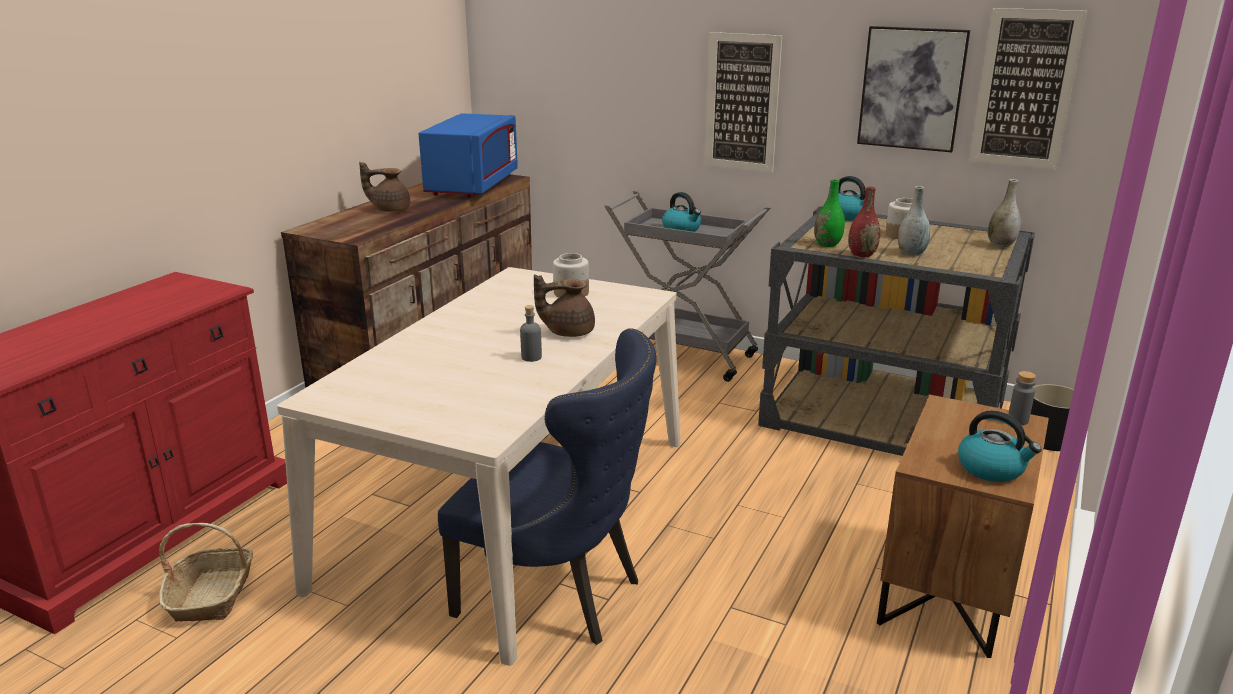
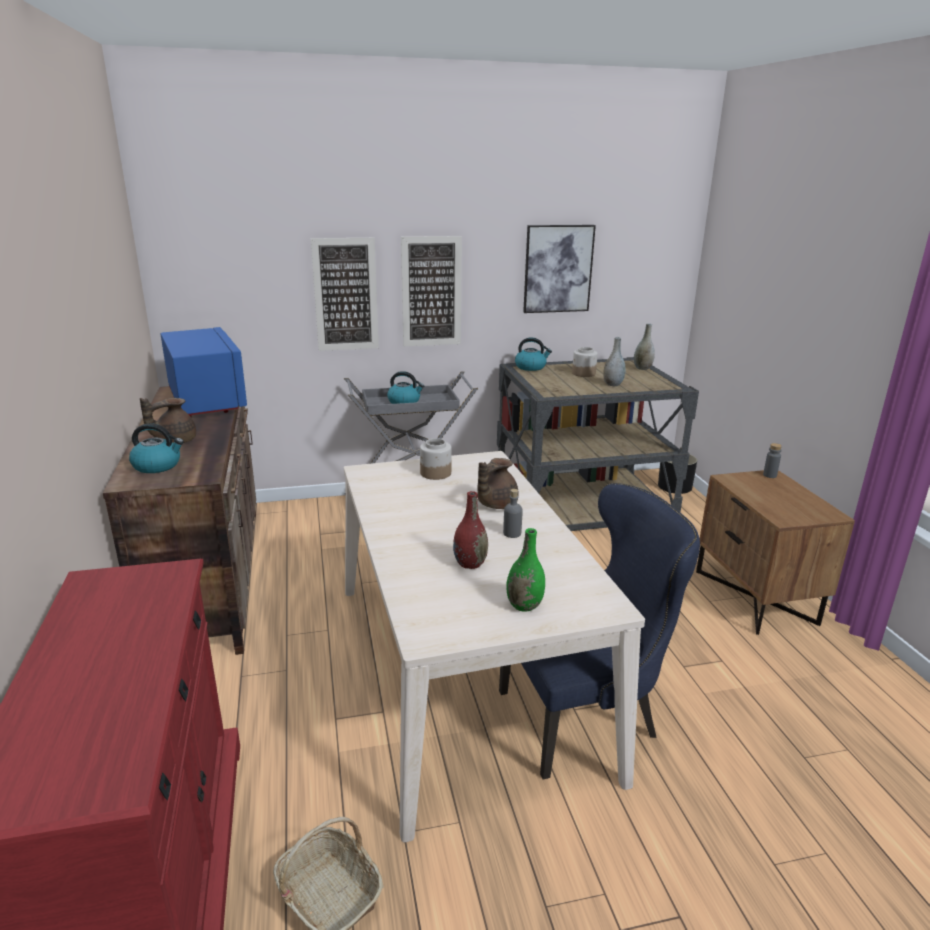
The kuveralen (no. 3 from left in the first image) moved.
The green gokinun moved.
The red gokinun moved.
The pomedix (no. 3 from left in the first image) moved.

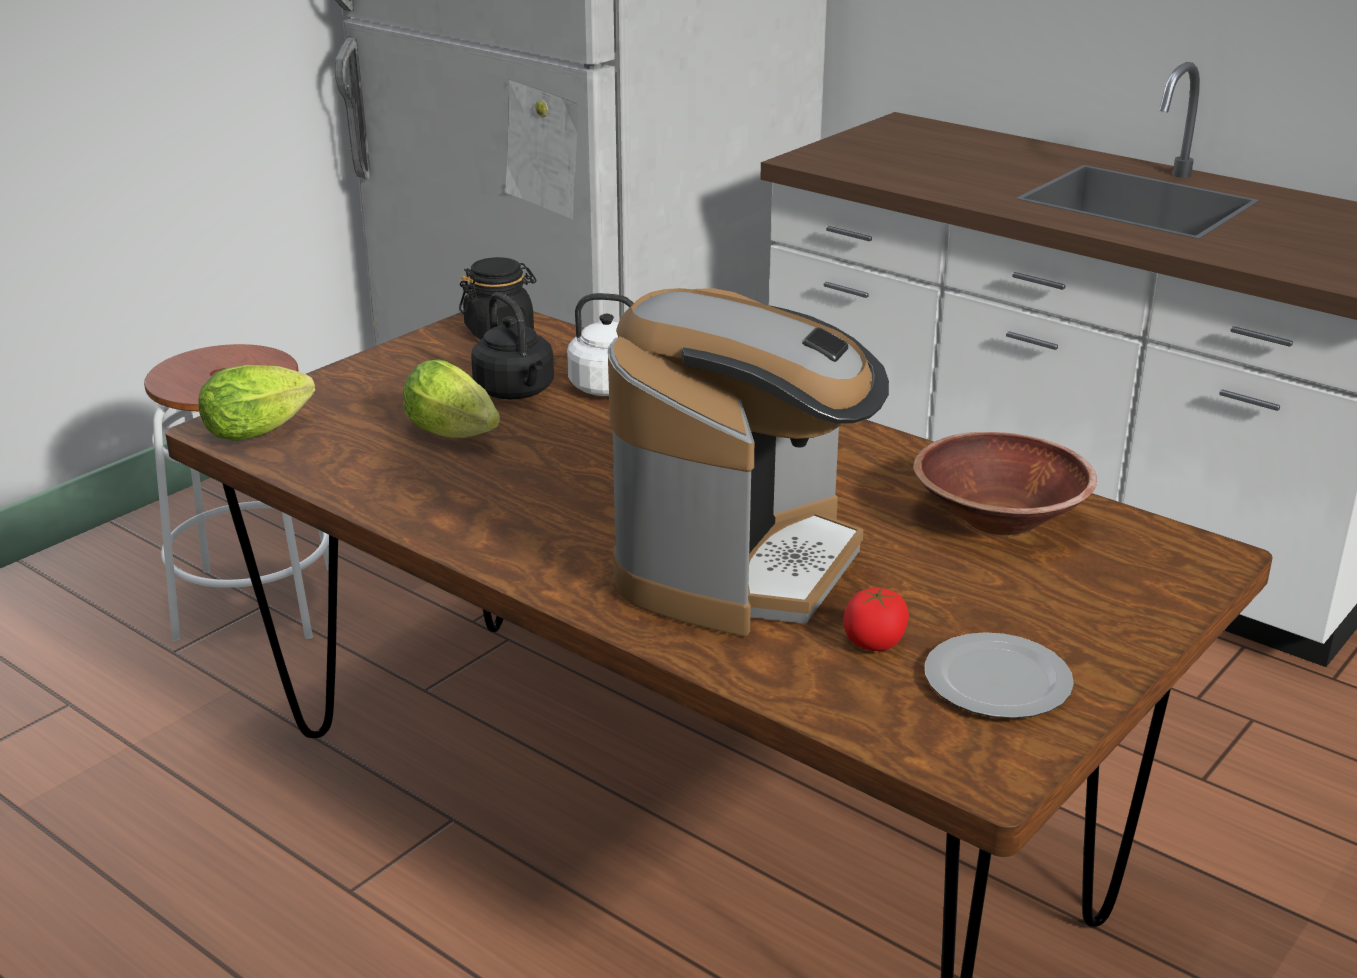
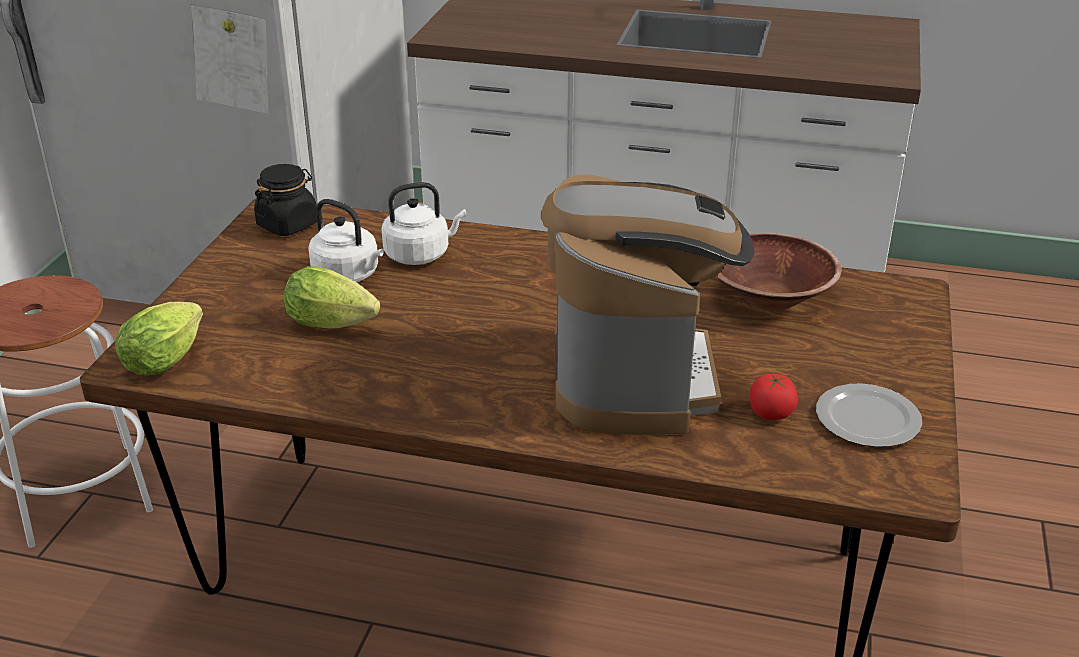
The black pomedix became the white pomedix (no. 1 from left).

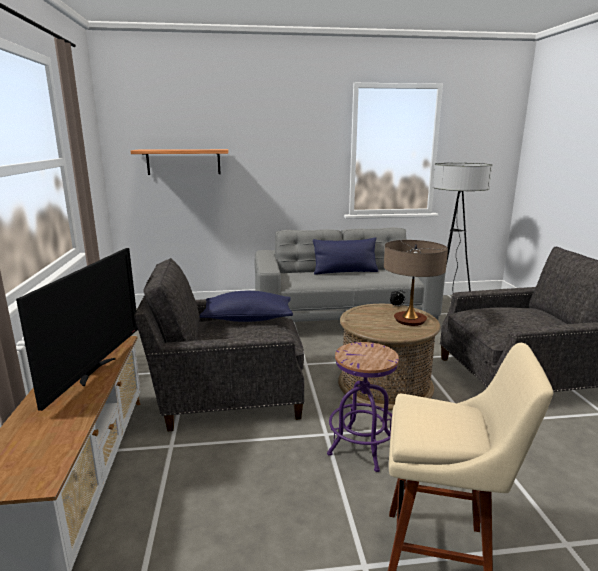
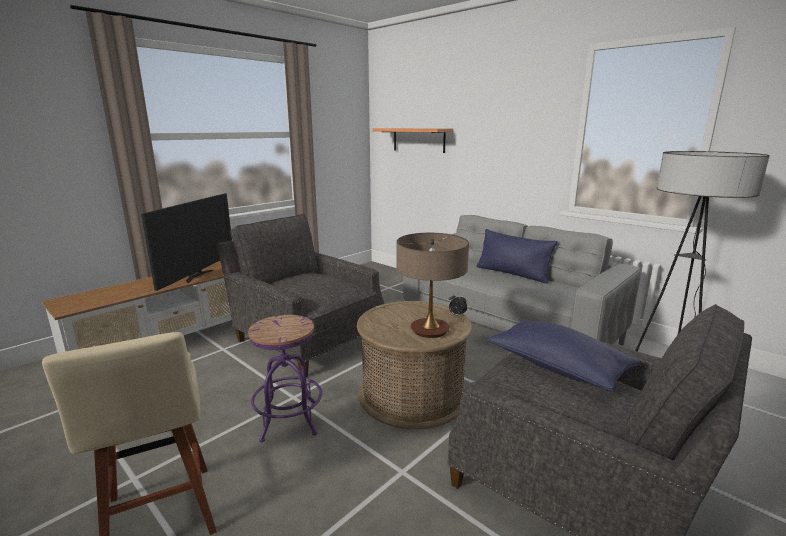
The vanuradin turned 45 degrees counterclockwise.
The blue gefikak (no. 1 from left in the first image) moved.

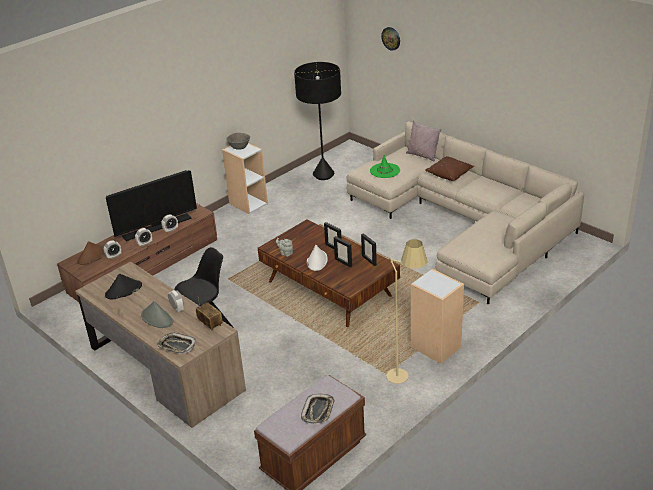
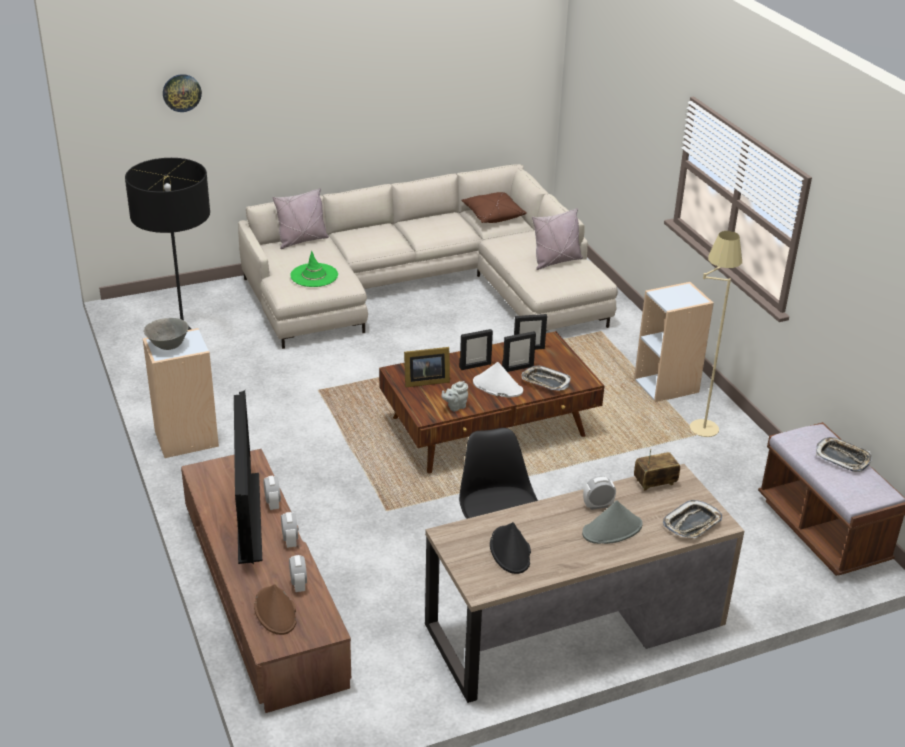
The brown gefikak moved.
The purple gefikak (no. 2 from left) appeared.
The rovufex (no. 1 from left) appeared.
The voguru (no. 1 from left) appeared.

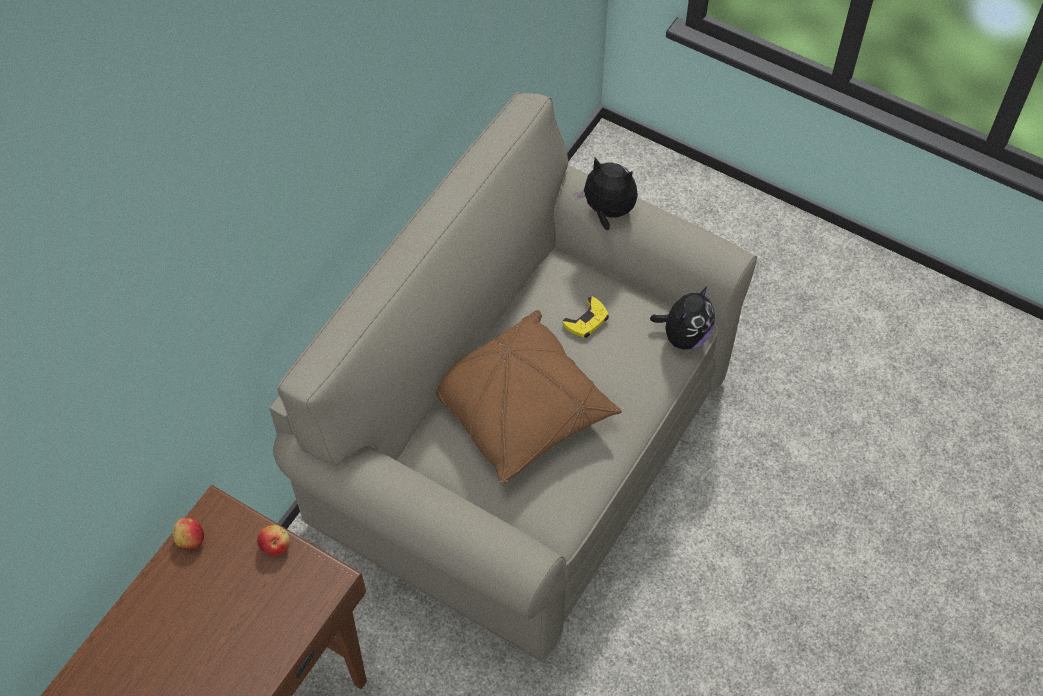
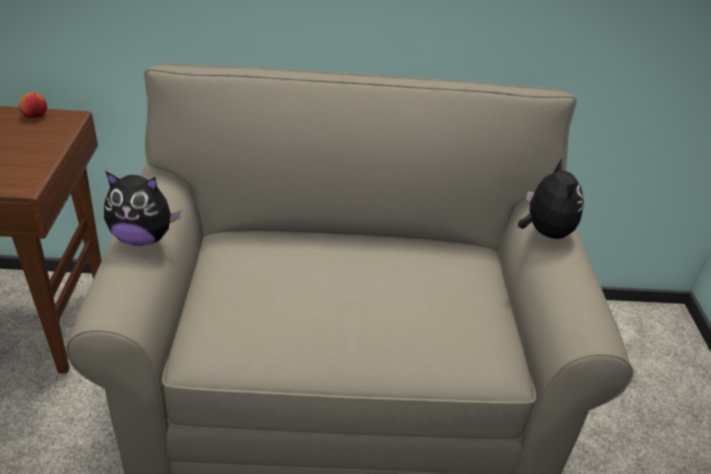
The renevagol (no. 2 from left in the first image) moved.
The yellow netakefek disappeared.
The brown gefikak disappeared.
The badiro (no. 2 from left) disappeared.

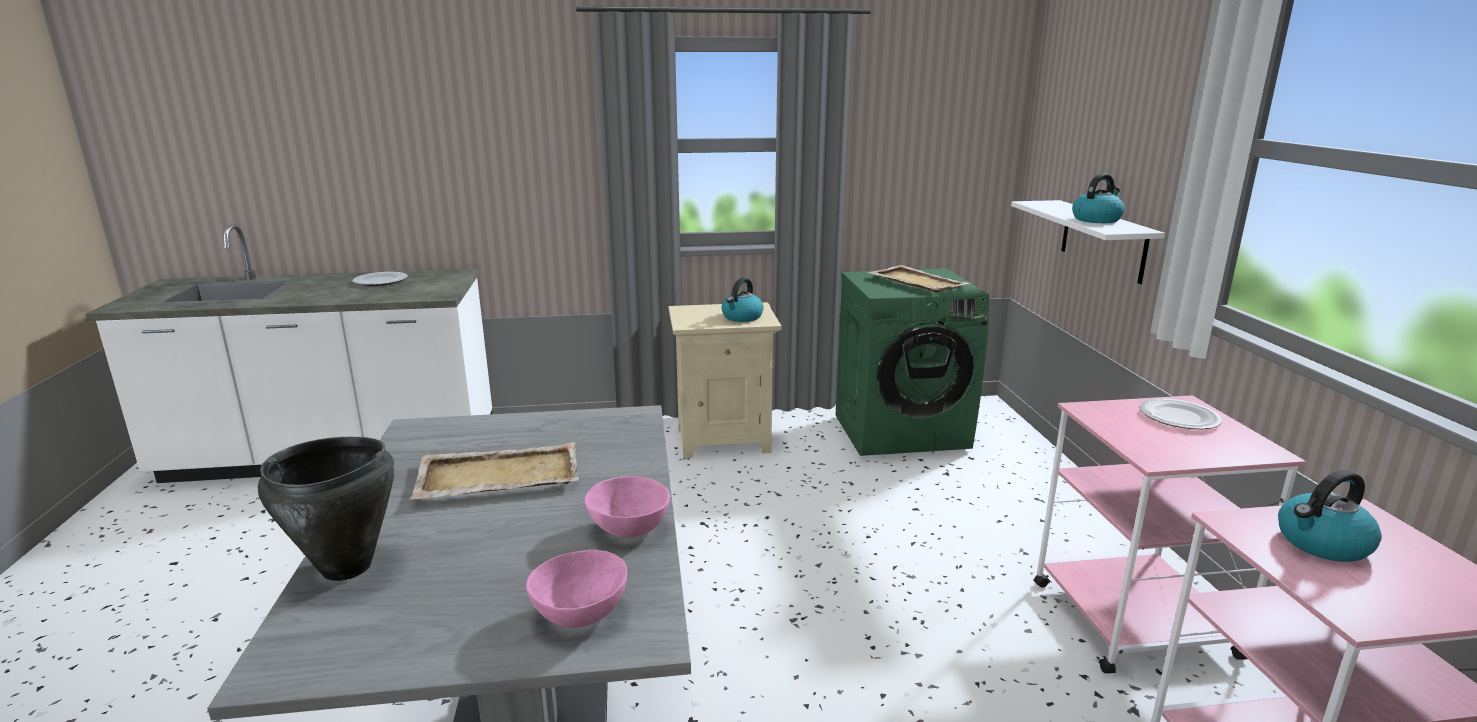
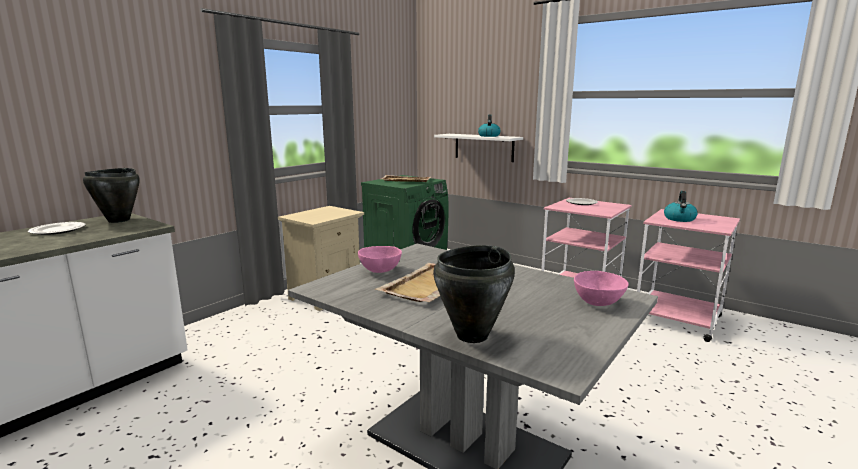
The pomedix (no. 1 from left) disappeared.
The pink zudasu (no. 2 from left in the first image) moved.
The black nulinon (no. 1 from left) appeared.

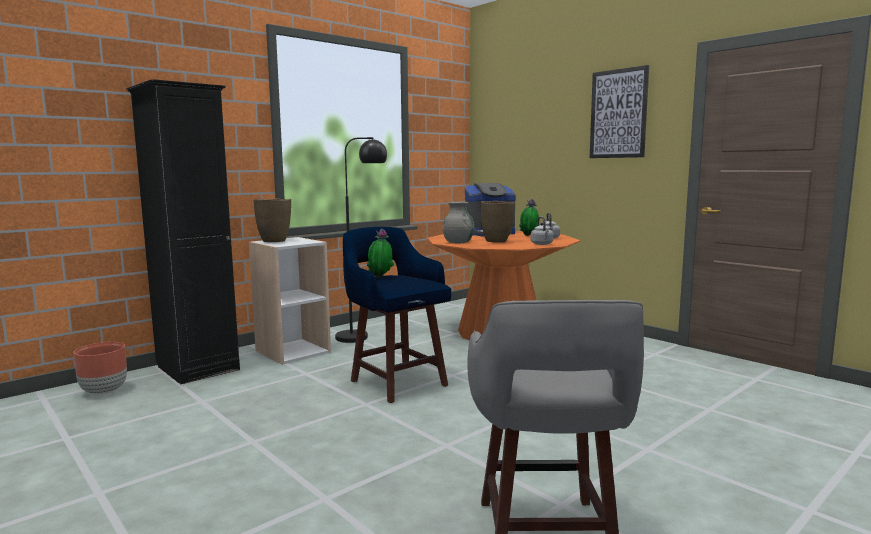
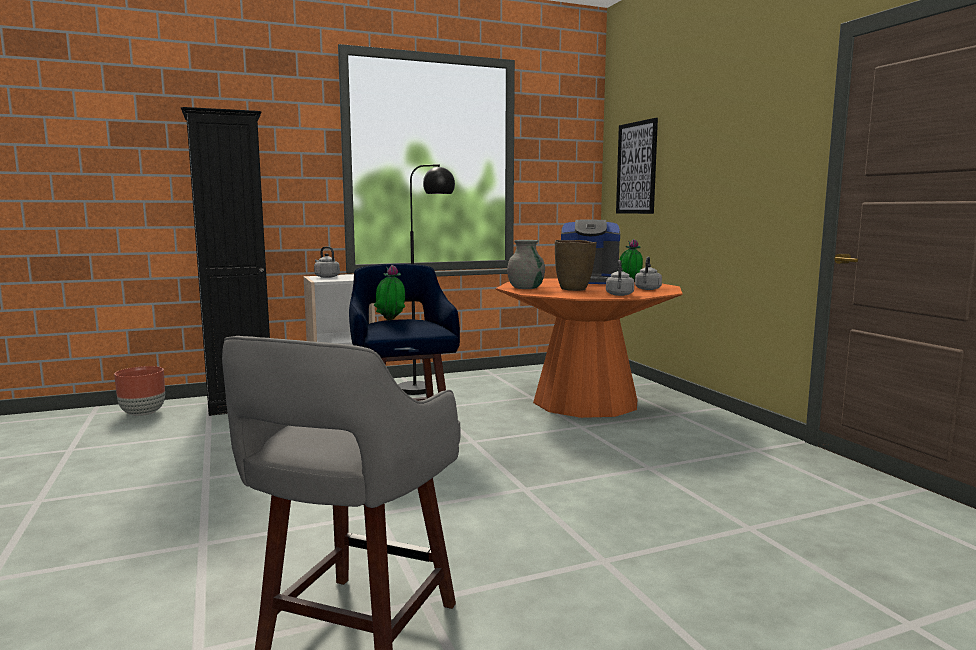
The kuveralen moved.
The brown gokinun (no. 1 from left) was replaced by the grey pomedix (no. 1 from left).

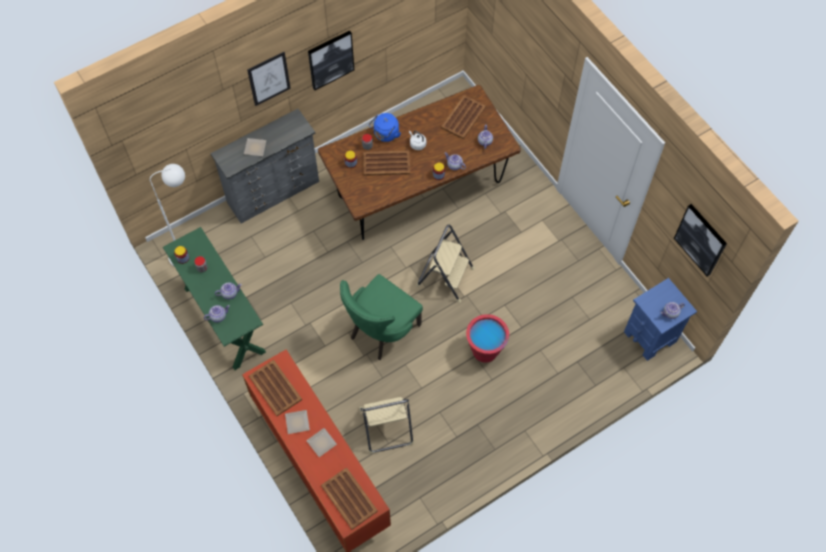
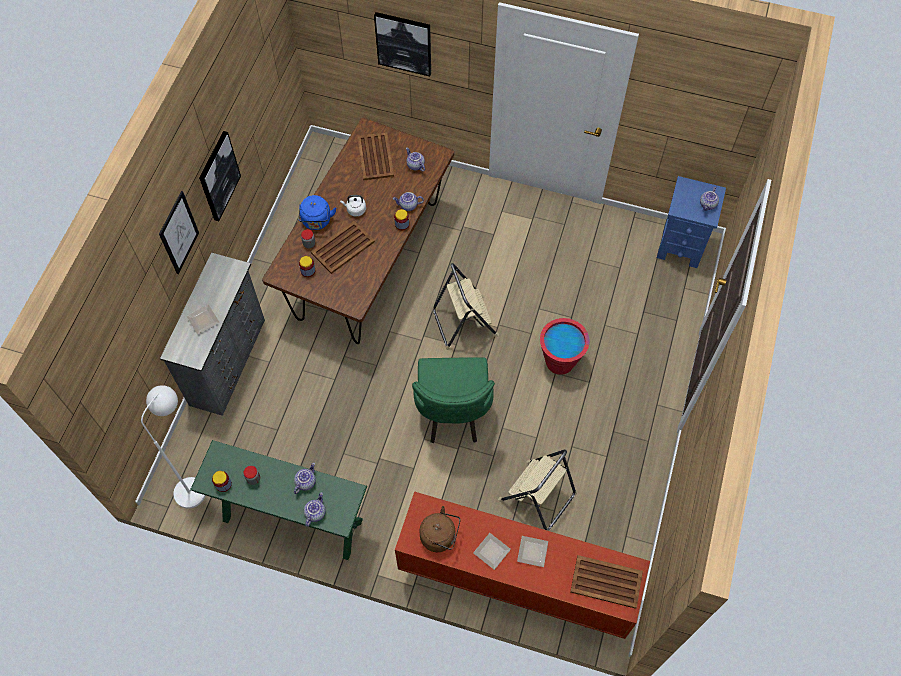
The kuveralen (no. 3 from left) moved.
The brown voguru (no. 1 from left) was replaced by the brown pomedix.

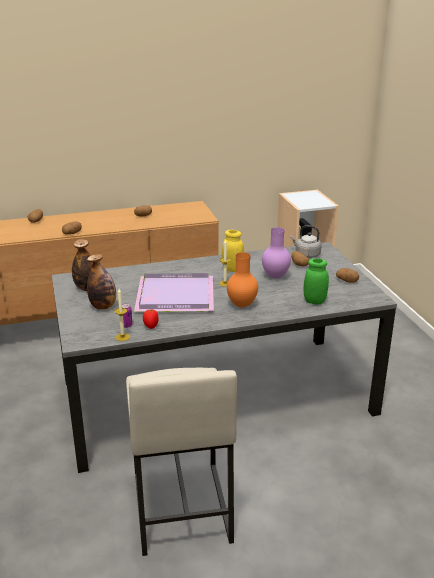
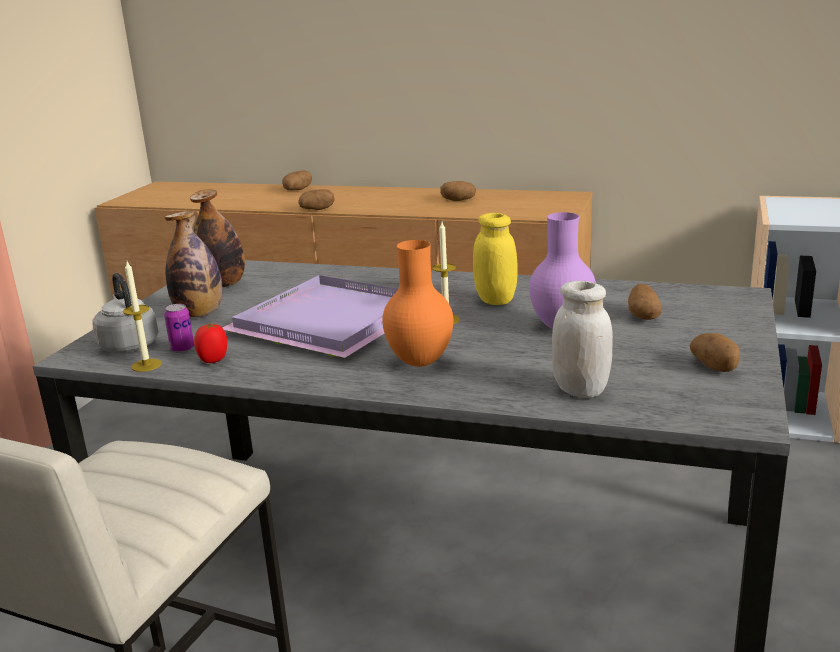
The grey pomedix moved.
The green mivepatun became the white mivepatun.

